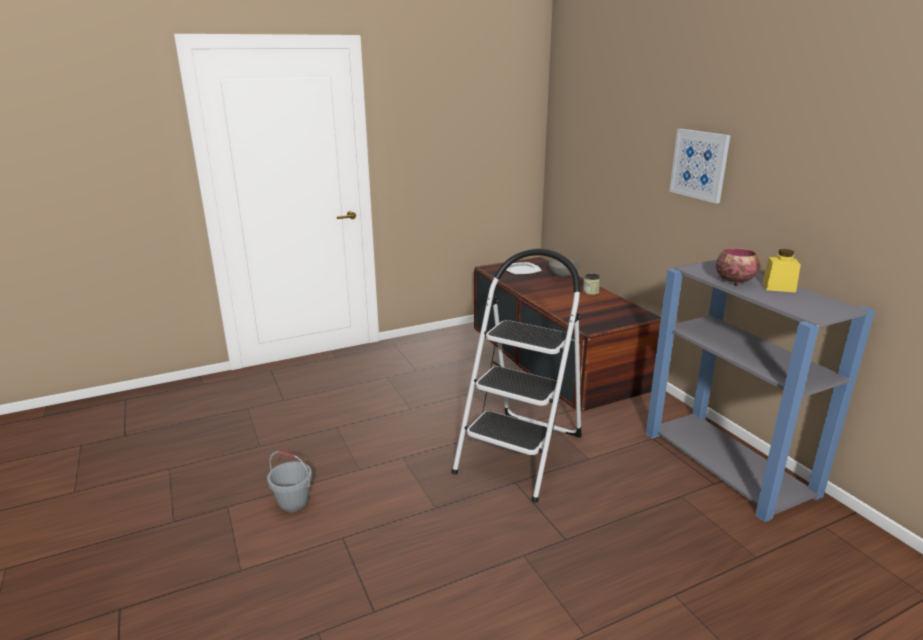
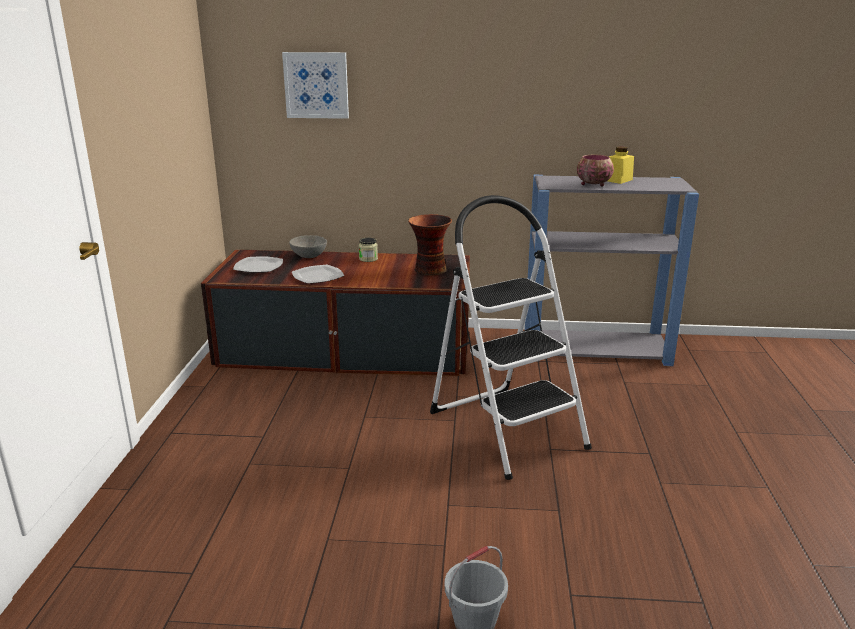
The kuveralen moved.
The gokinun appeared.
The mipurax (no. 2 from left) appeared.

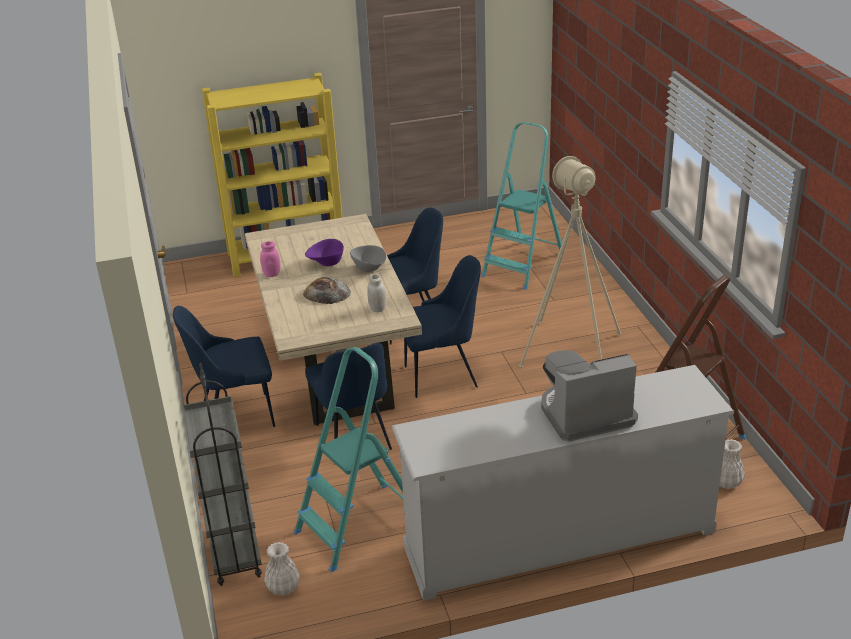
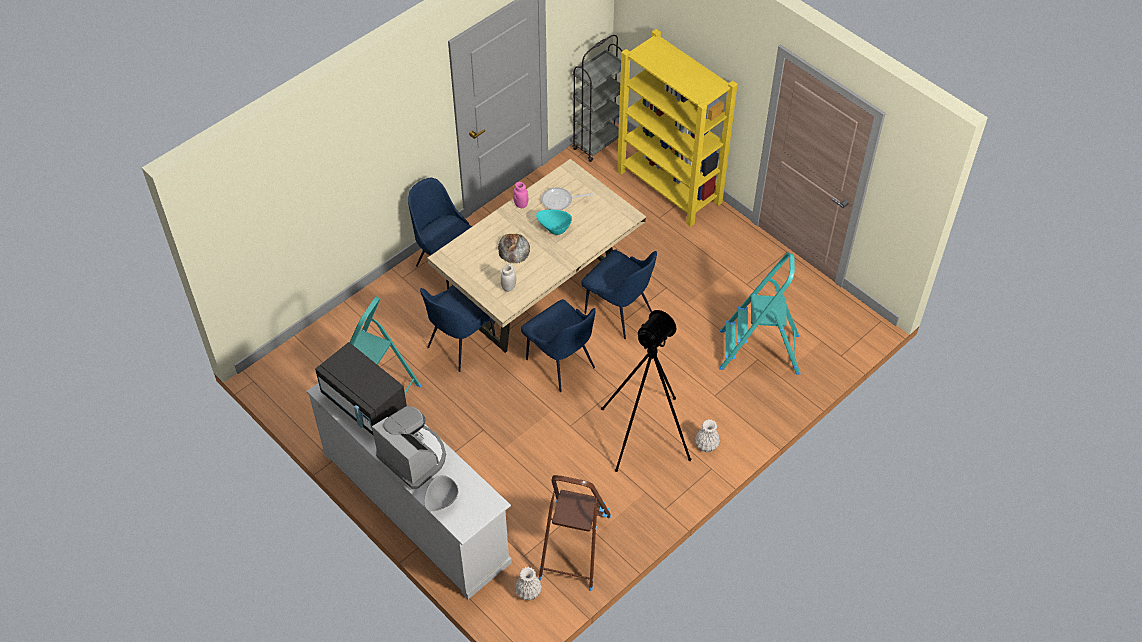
The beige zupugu became the black zupugu.
The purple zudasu became the turquoise zudasu.
The grey zudasu moved.
The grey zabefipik moved.
The white gokinun (no. 1 from left in the first image) moved.
The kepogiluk appeared.
The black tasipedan appeared.

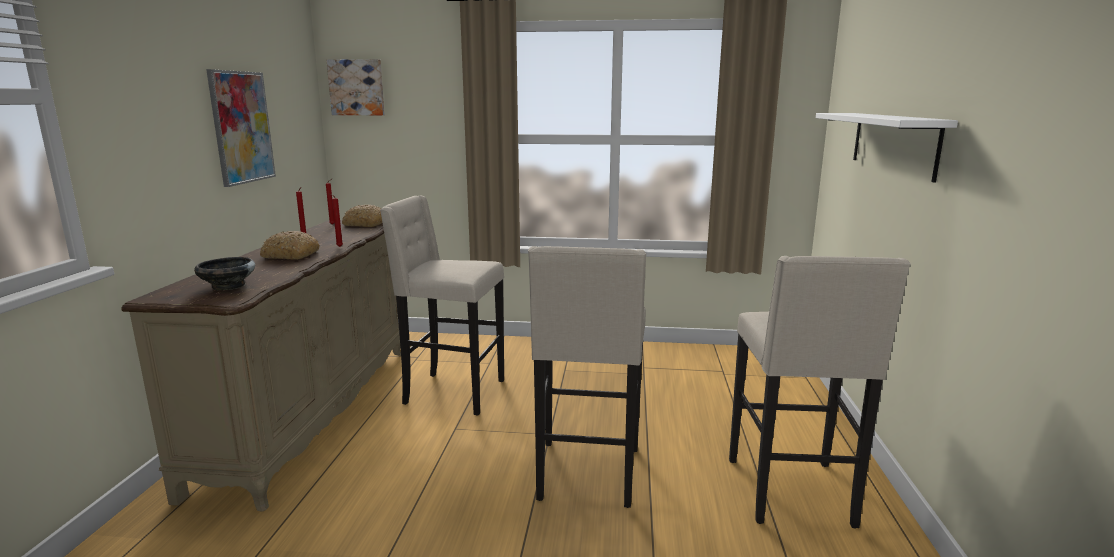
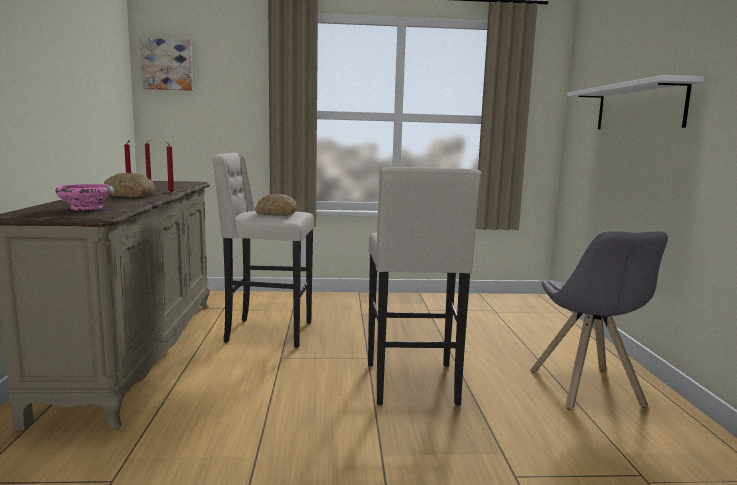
The kuveralen (no. 1 from left) disappeared.
The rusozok (no. 2 from left) moved.
The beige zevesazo (no. 3 from left) was replaced by the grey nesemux.
The black zudasu became the pink zudasu.

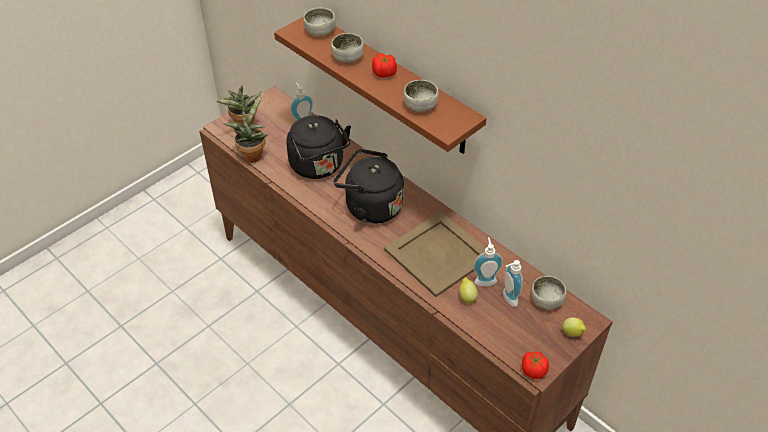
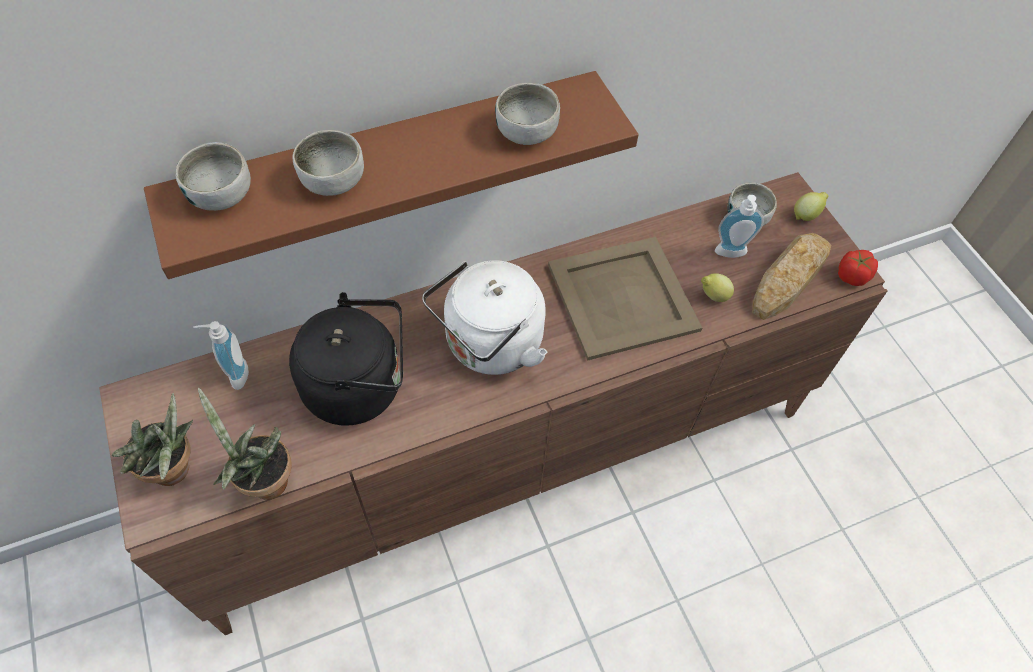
The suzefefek (no. 1 from left) disappeared.
The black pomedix (no. 2 from left) became the white pomedix.
The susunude (no. 2 from left) disappeared.
The rusozok appeared.

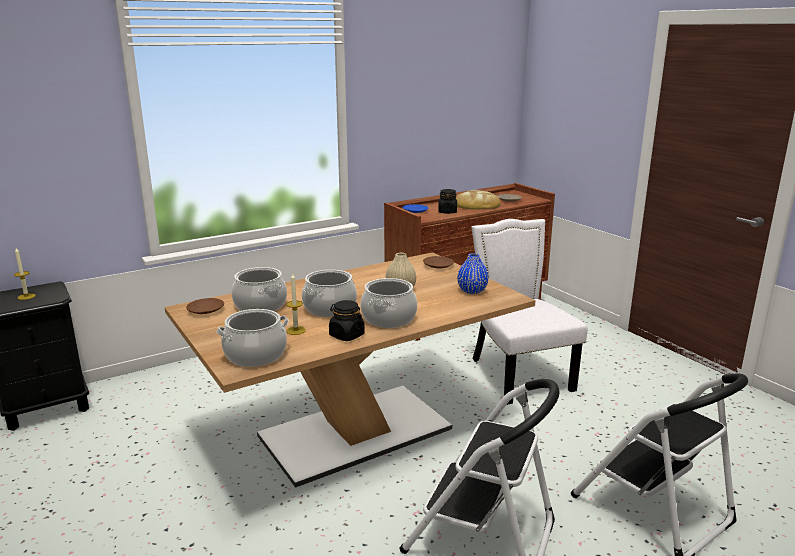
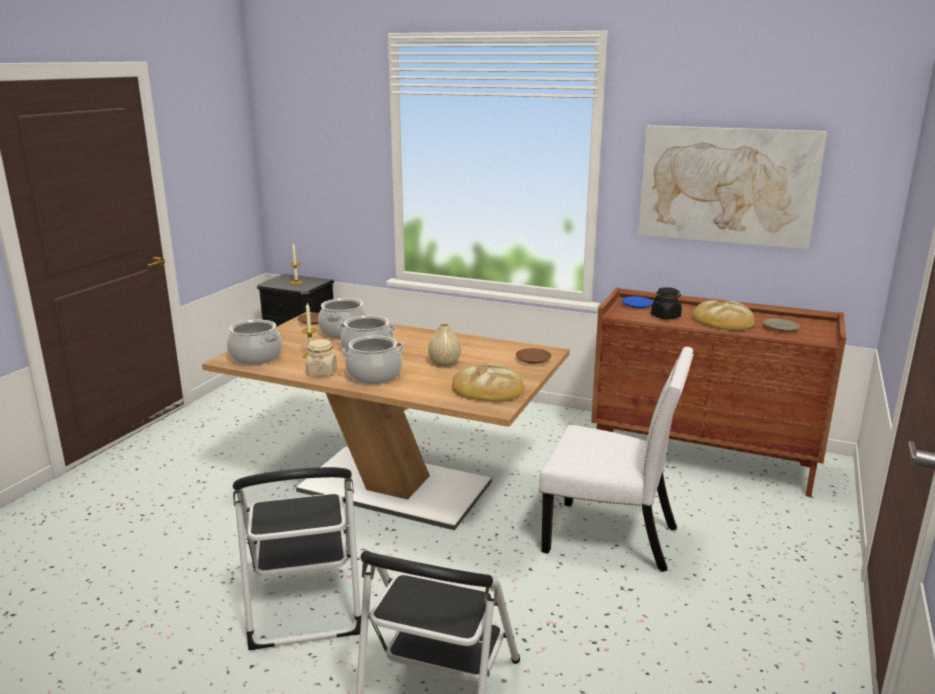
The white nesemux turned 75 degrees clockwise.
The blue gokinun was replaced by the rusozok (no. 1 from left).
The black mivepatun (no. 1 from left) became the beige mivepatun.
The kuveralen appeared.

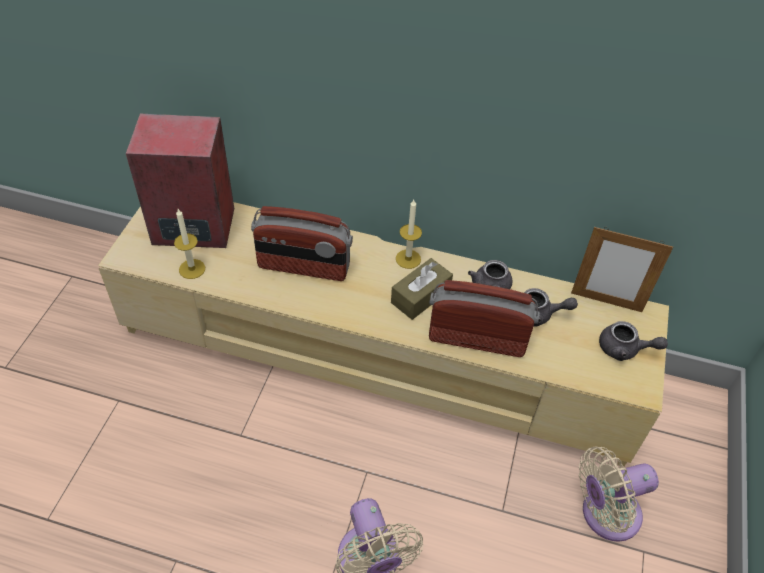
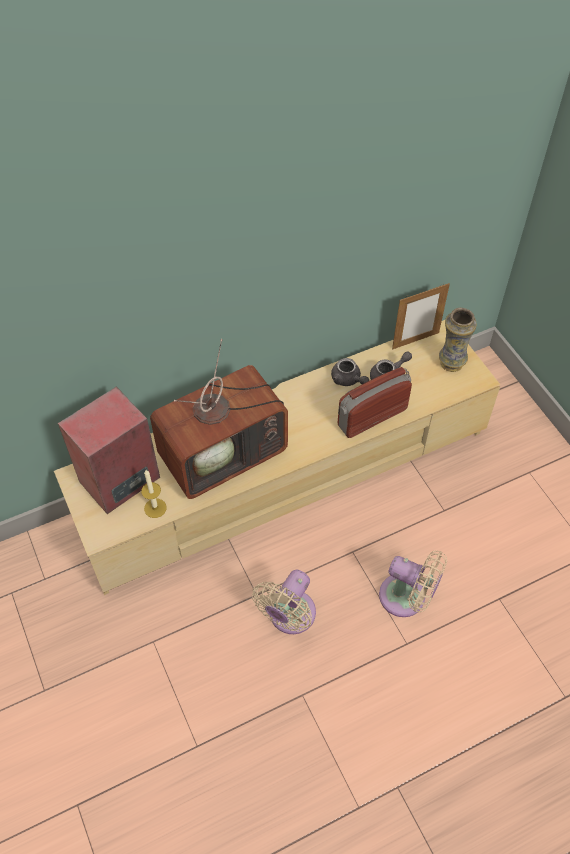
The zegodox (no. 2 from left) disappeared.
The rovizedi (no. 1 from left) was replaced by the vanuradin.
The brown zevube disappeared.
The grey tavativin (no. 3 from left) was replaced by the gokinun.
The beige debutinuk (no. 2 from left in the first image) moved.

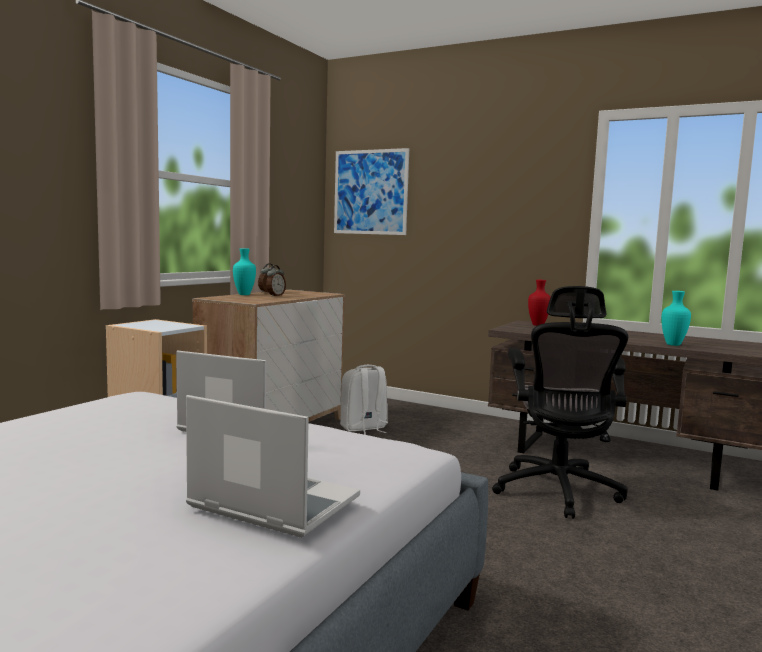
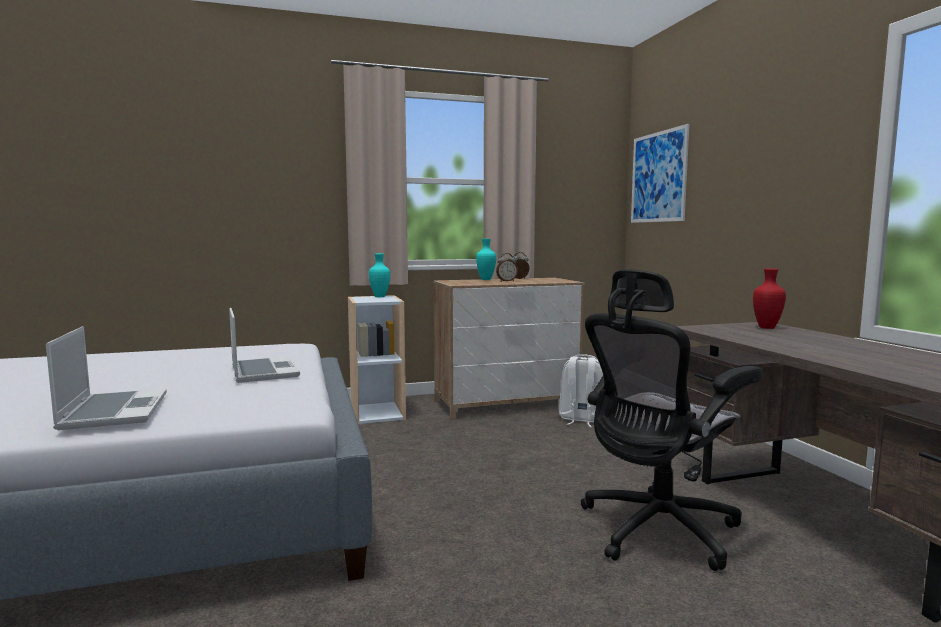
The turquoise gokinun (no. 2 from left in the first image) moved.

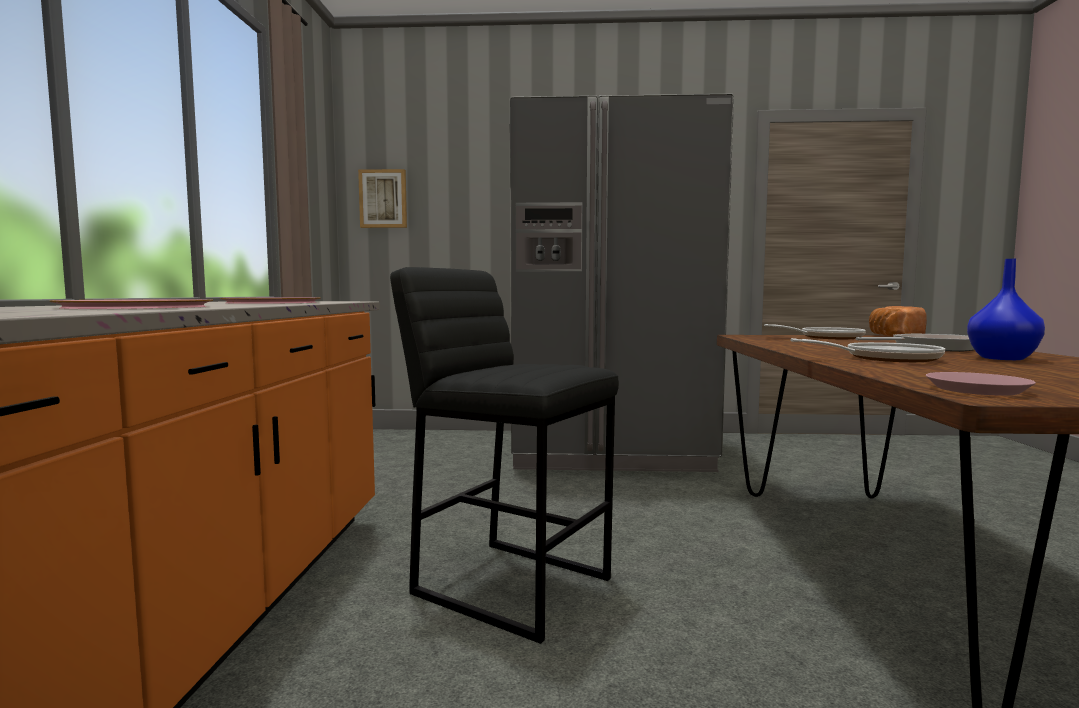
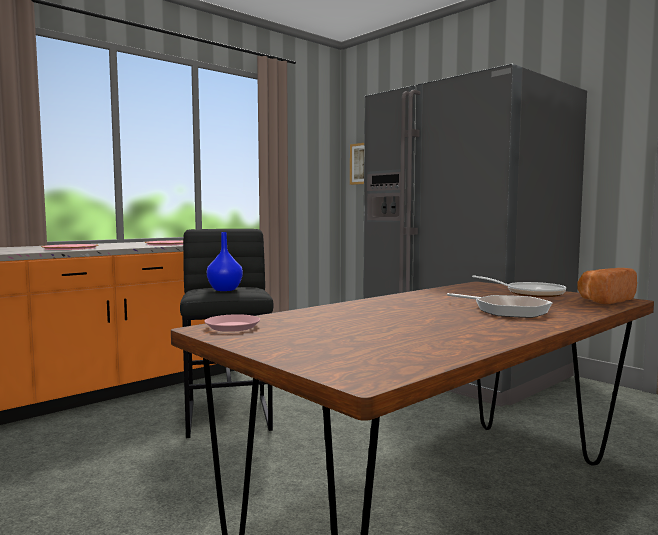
The blue gokinun moved.
The kepogiluk (no. 2 from left) disappeared.

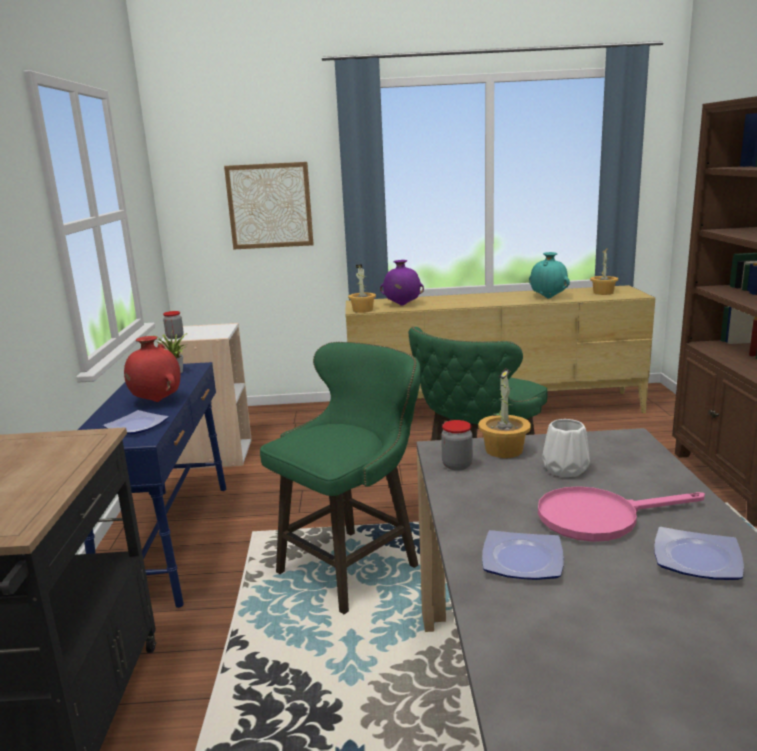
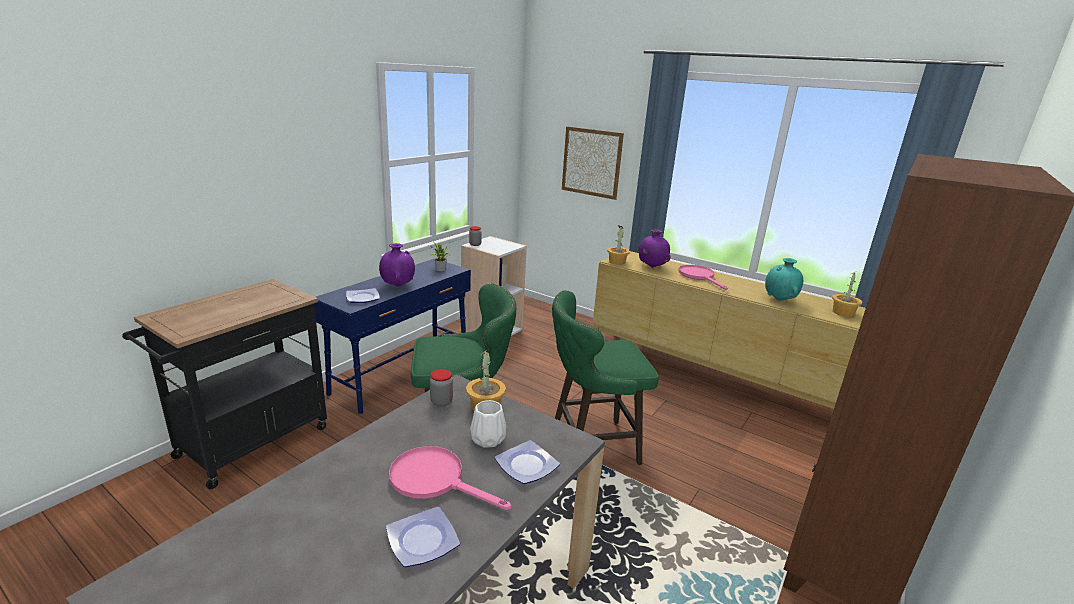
The red gokinun became the purple gokinun (no. 1 from left).
The mipurax (no. 2 from left in the first image) moved.
The pink kepogiluk (no. 2 from left) appeared.

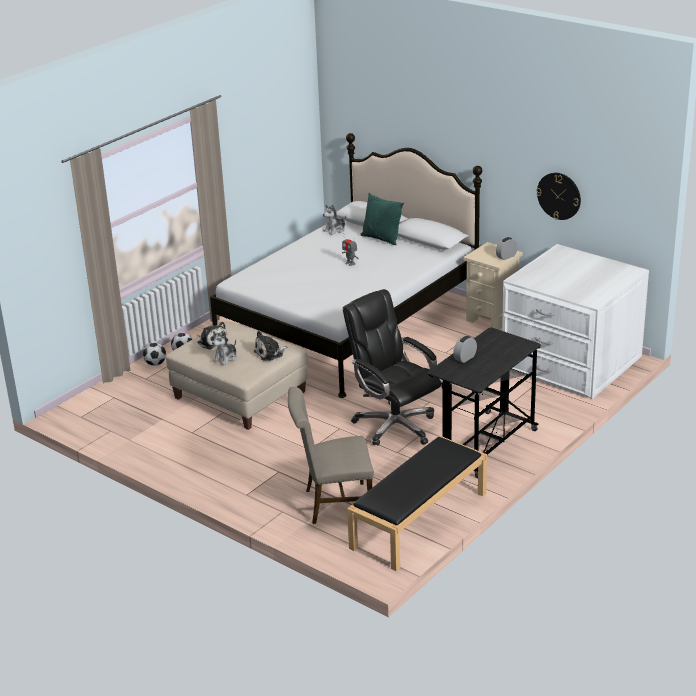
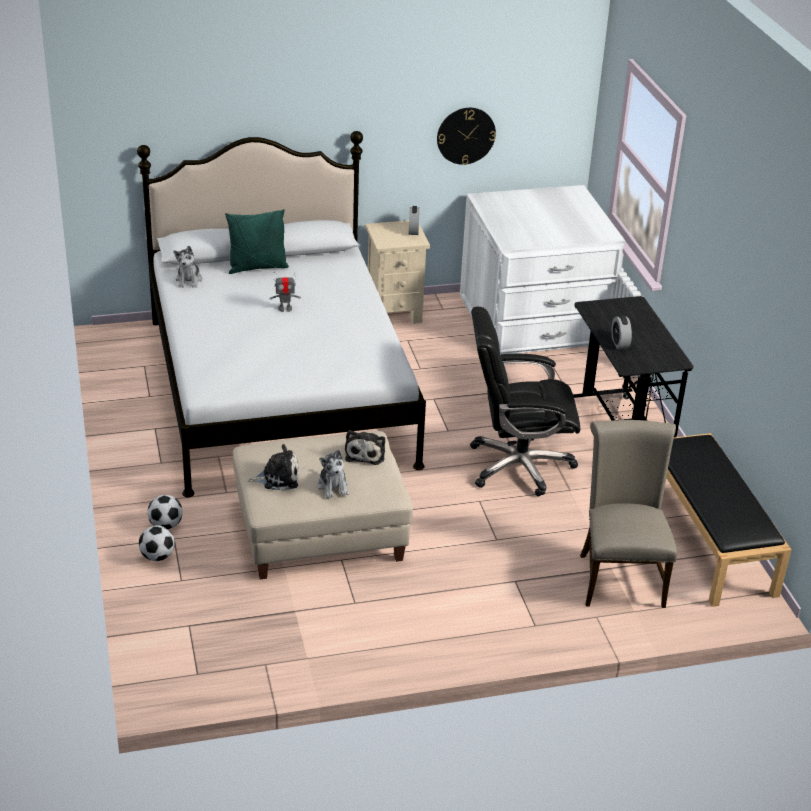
The beige nesemux turned 150 degrees clockwise.

